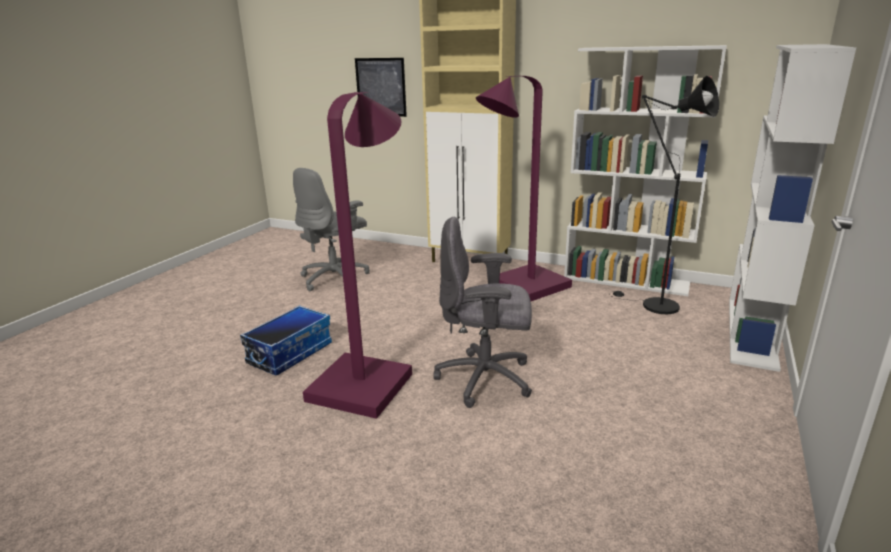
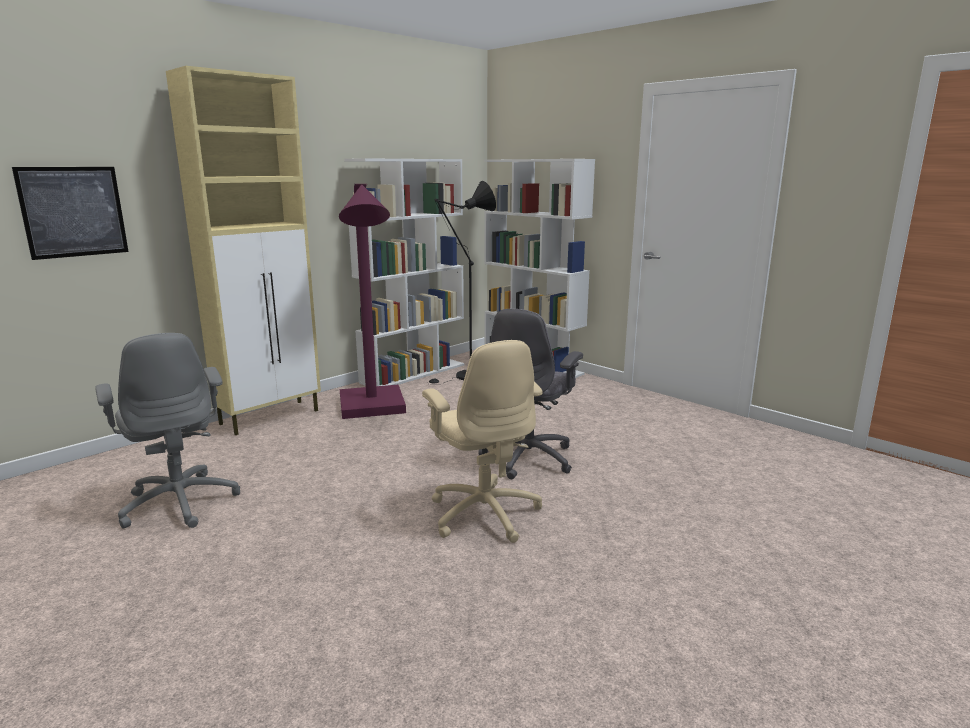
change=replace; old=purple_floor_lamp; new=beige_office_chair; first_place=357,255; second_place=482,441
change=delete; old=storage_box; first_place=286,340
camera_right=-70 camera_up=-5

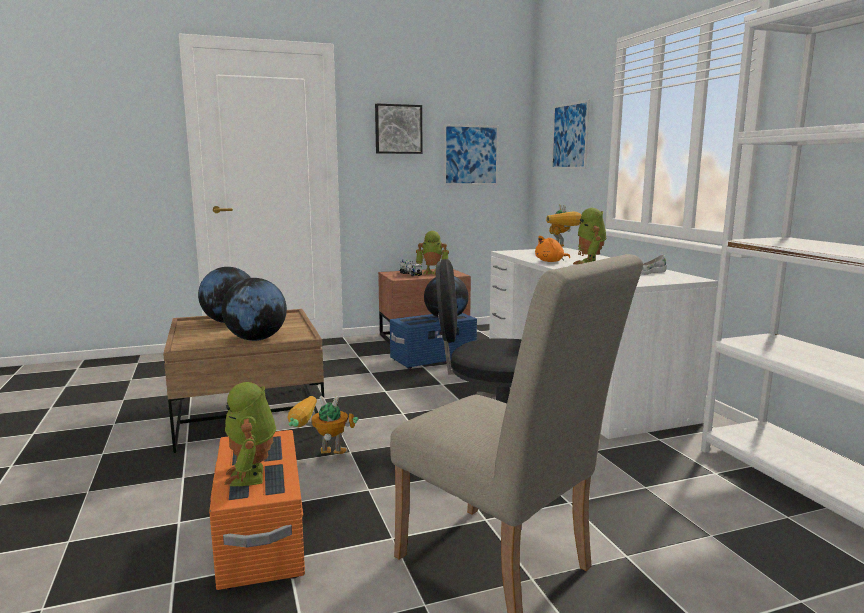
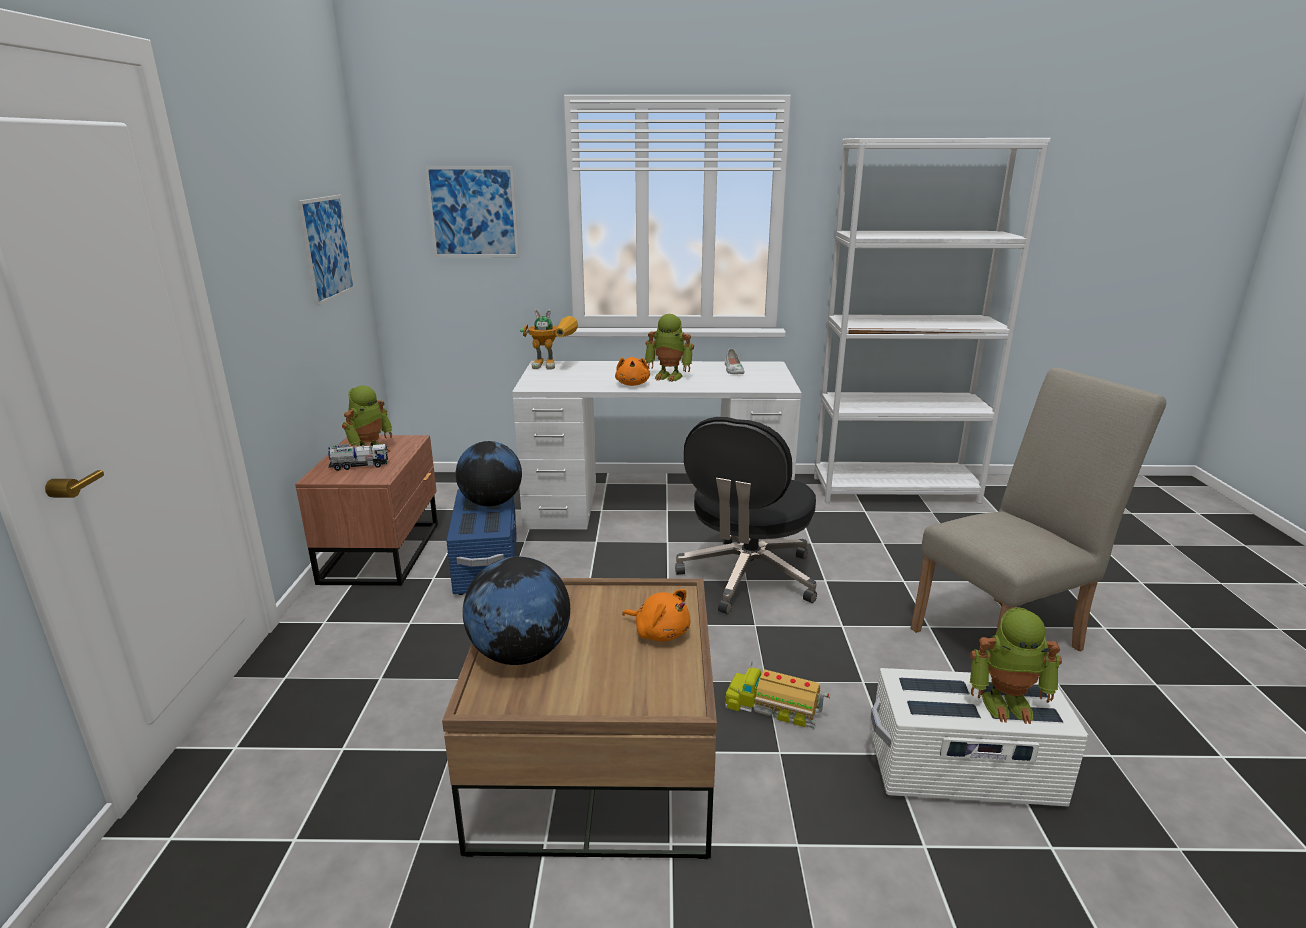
change=replace; old=globe; new=orange_plush_toy; first_place=254,309; second_place=656,615
change=replace; old=toy_robot; new=toy_truck; first_place=322,425; second_place=778,695
change=recolor; old=orange_storage_box; new=white_storage_box; first_place=257,510; second_place=980,737
change=delete; old=picture; first_place=398,128
camera_right=-70 camera_up=10

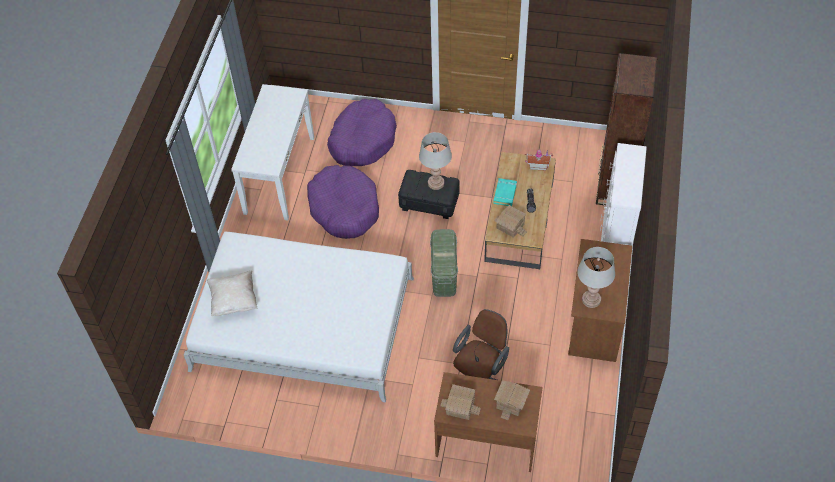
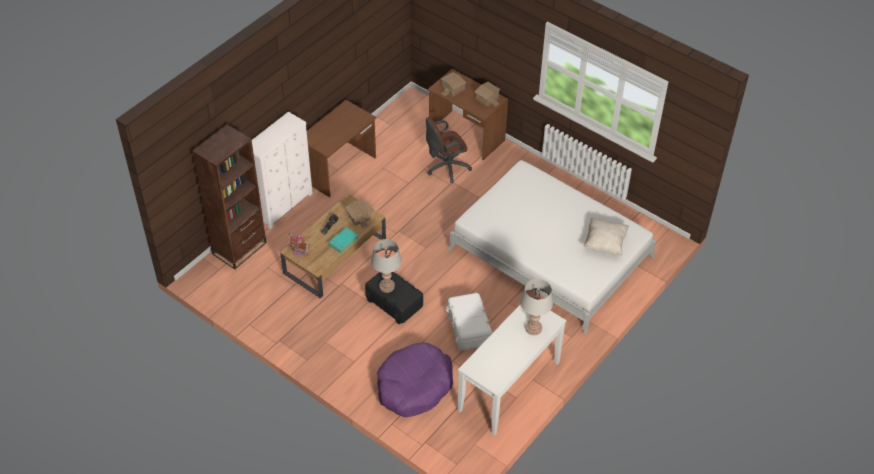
change=replace; old=purple_dog_bed; new=white_storage_box; first_place=343,202; second_place=469,321
change=move; old=grey_table_lamp; first_place=596,277; second_place=536,307
change=delete; old=green_storage_box; first_place=444,263
camera_right=-155 camera_up=-5

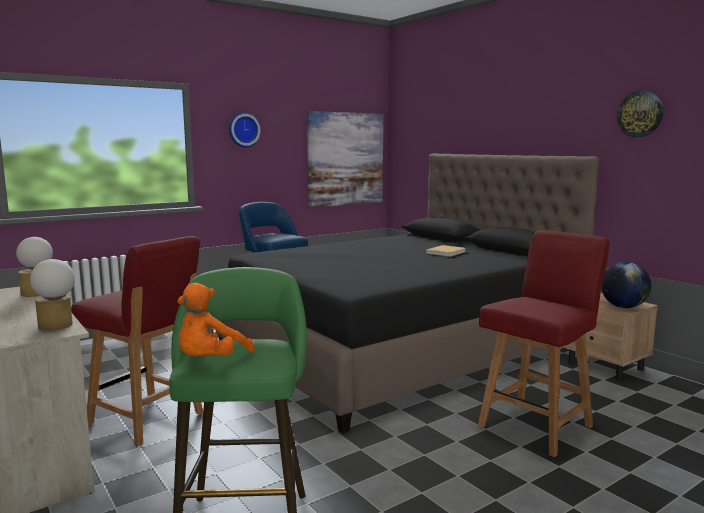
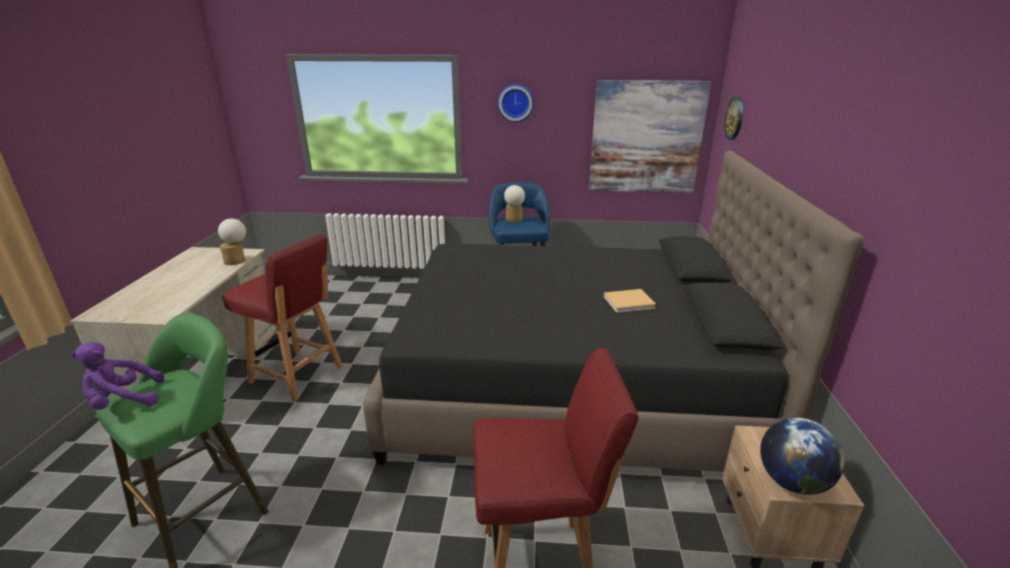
change=recolor; old=orange_plush_toy; new=purple_plush_toy; first_place=216,320; second_place=117,376
change=rotate; old=red_chair; first_place=137,341; second_place=282,318; degrees=-45
change=move; old=table_lamp; first_place=52,295; second_place=514,203
change=move; old=wall_clock; first_place=640,114; second_place=733,118
camera_right=40 camera_up=15

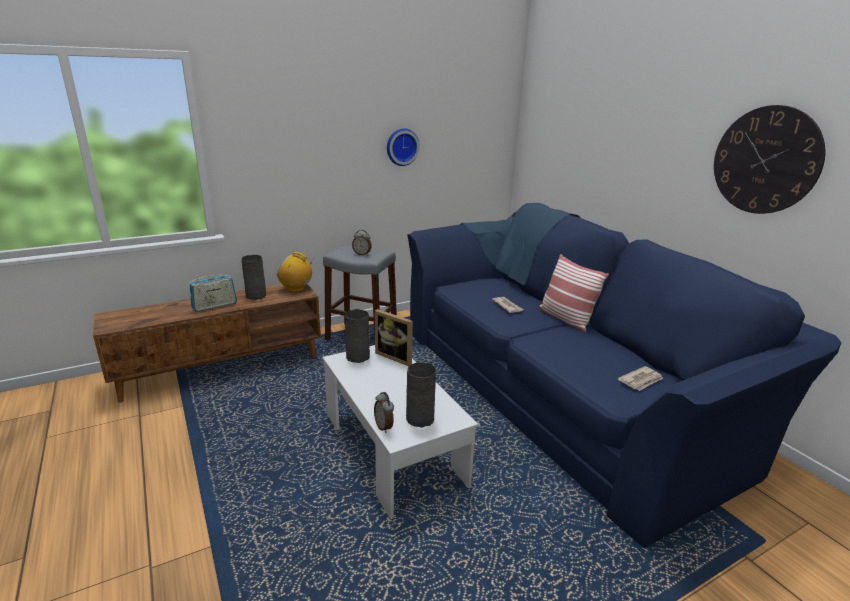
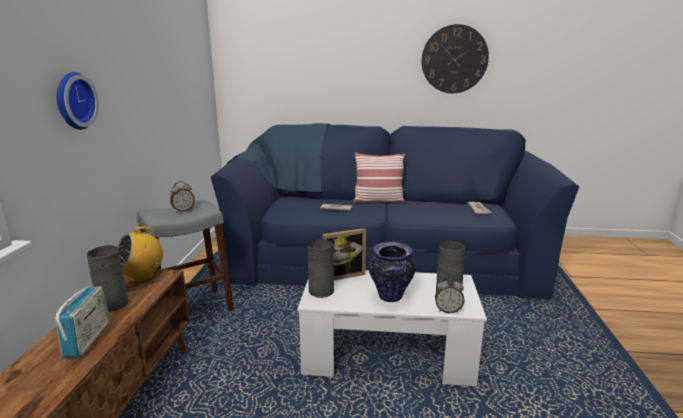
change=move; old=wall_clock; first_place=403,147; second_place=78,101
change=insert; new=vase; second_place=392,272
camera_right=-55 camera_up=-5

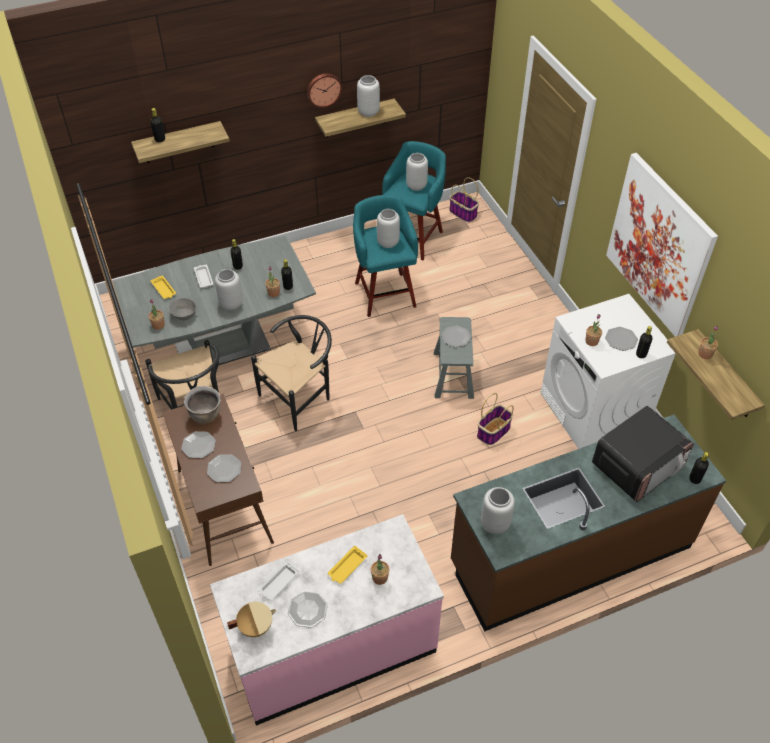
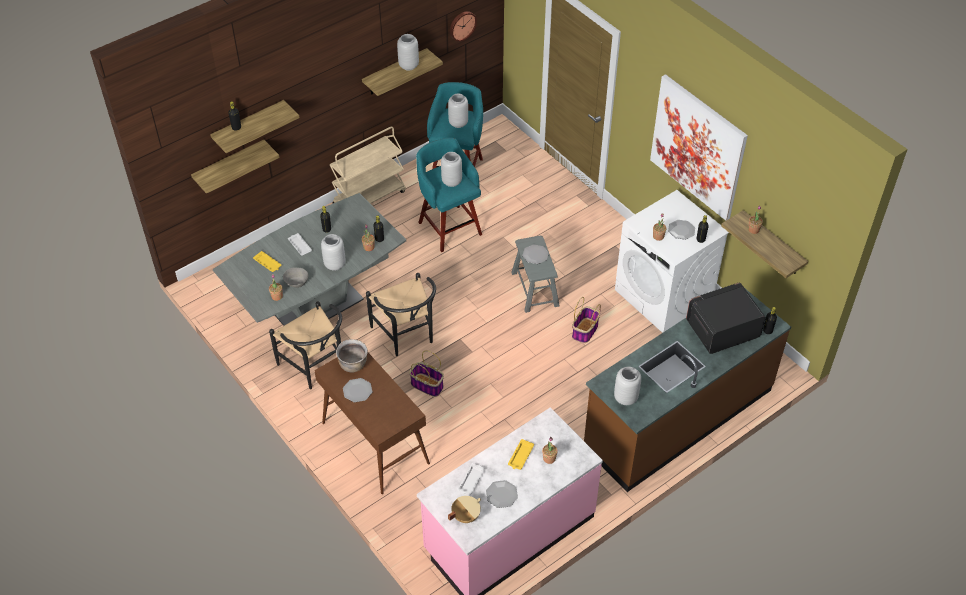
change=insert; new=shelf; second_place=235,167
change=insert; new=beige_cart; second_place=368,165
change=rotate; old=black_chair; first_place=291,373; second_place=401,314; degrees=120
change=move; old=basket; first_place=464,200; second_place=426,373
change=move; old=wall_clock; first_place=324,90; second_place=463,26
change=rotate; old=microwave; first_place=643,454; second_place=726,318; degrees=-150
change=delete; old=plate; first_place=224,468
camera_right=-15 camera_up=0

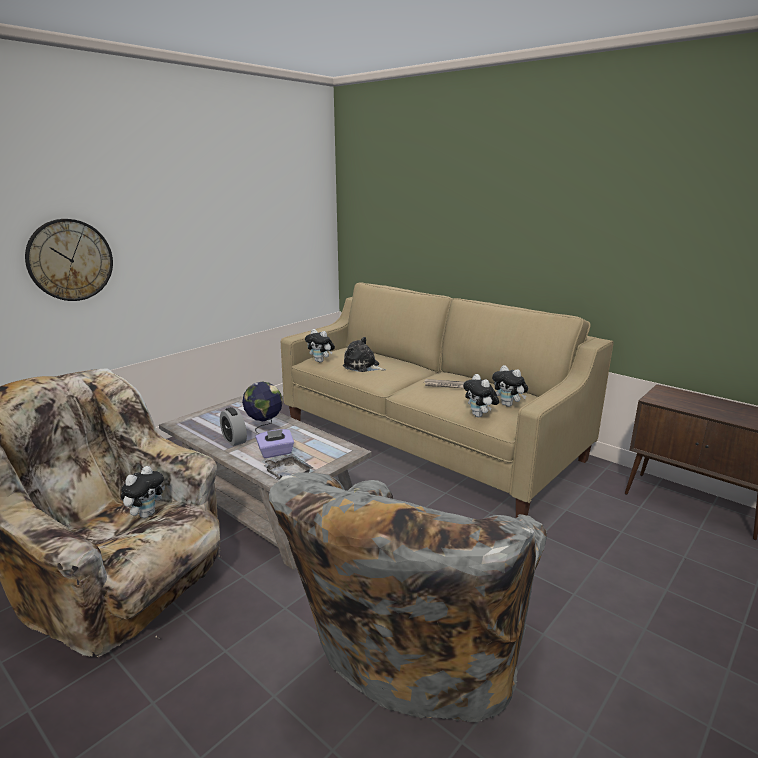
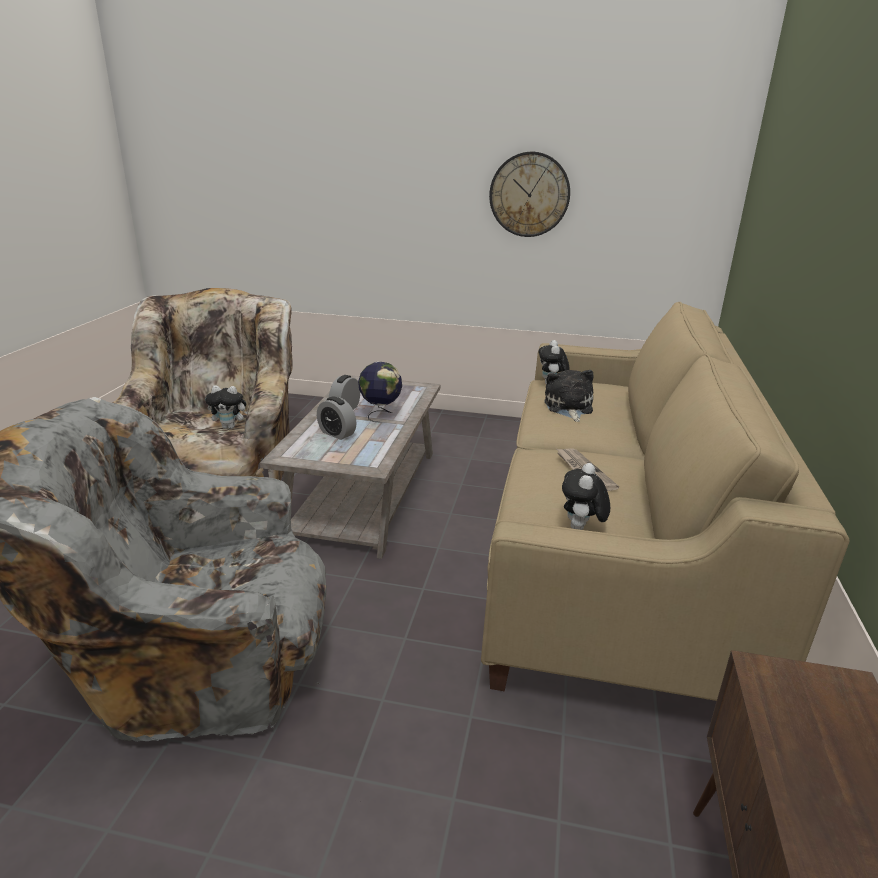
change=replace; old=purple_tissue_box; new=alarm_clock; first_place=275,443; second_place=337,418
change=move; old=wall_clock; first_place=69,260; second_place=529,194
change=delete; old=grey_tray; first_place=287,467
change=delete; old=plush_toy; first_place=481,395
camera_right=60 camera_up=5

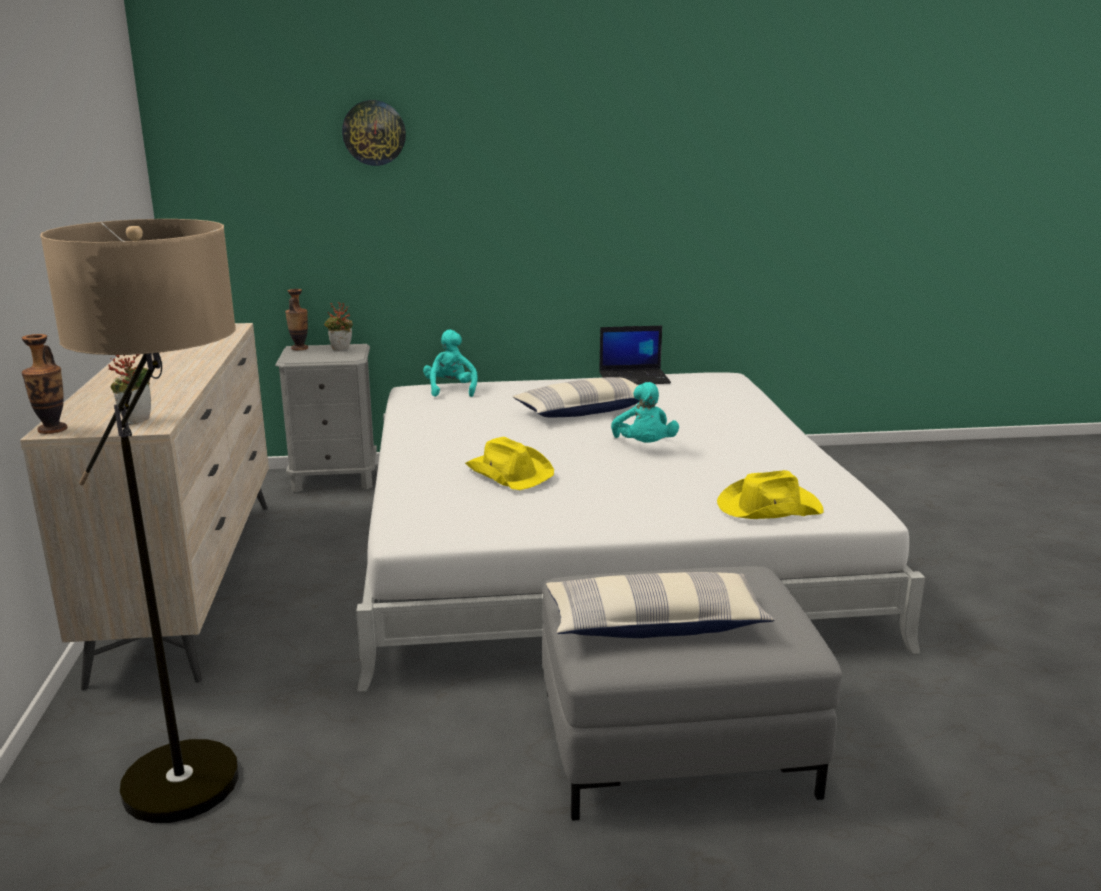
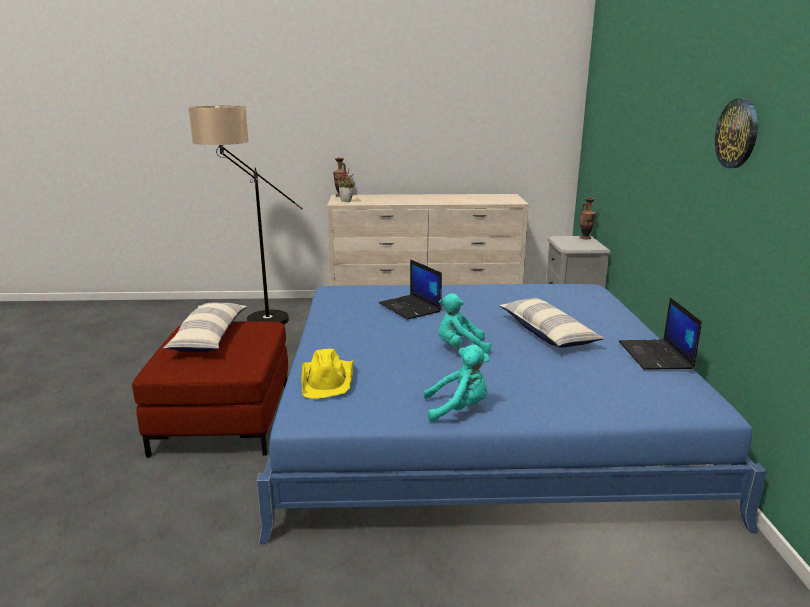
change=recolor; old=grey_ottoman; new=red_ottoman; first_place=692,693; second_place=210,389
change=recolor; old=white_bed; new=blue_bed; first_place=640,532; second_place=512,414
change=replace; old=yellow_hat; new=laptop; first_place=509,463; second_place=410,289
change=move; old=turquoise_plush_toy; first_place=450,363; second_place=456,383
change=move; old=wall_clock; first_place=374,133; second_place=736,133
change=delete; old=potted_plant; first_place=338,326
camera_right=95 camera_up=0

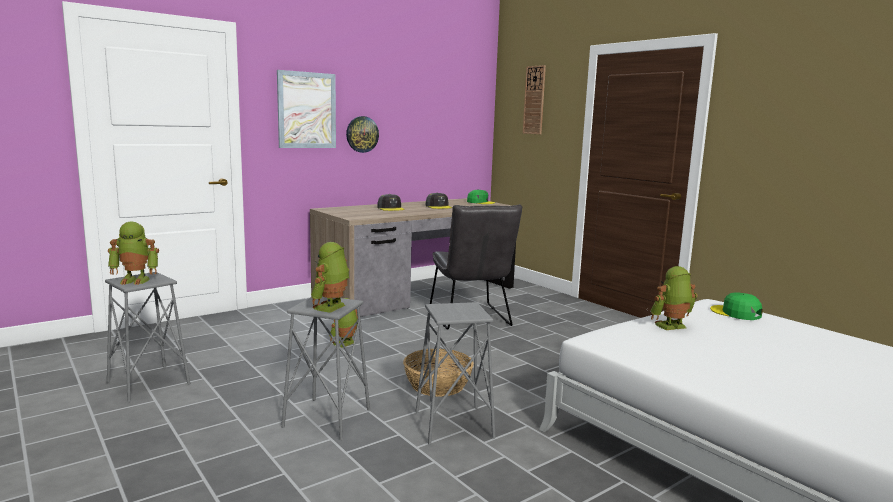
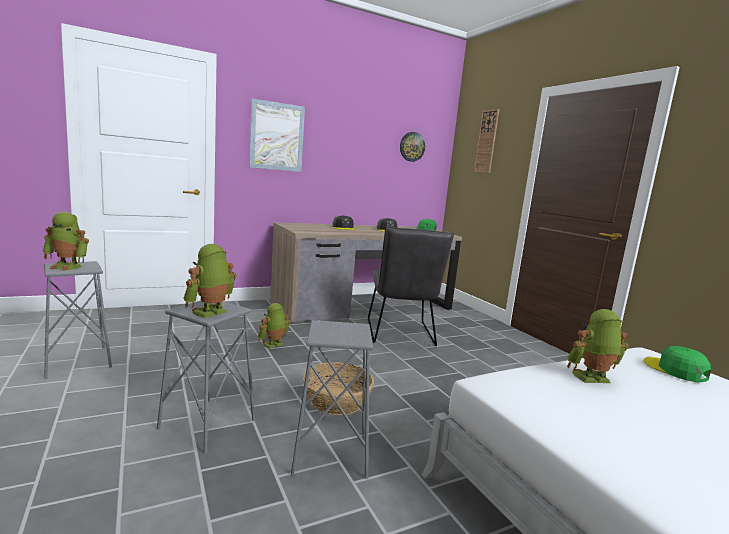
change=move; old=wall_clock; first_place=362,134; second_place=412,147
camera_right=10 camera_up=0

